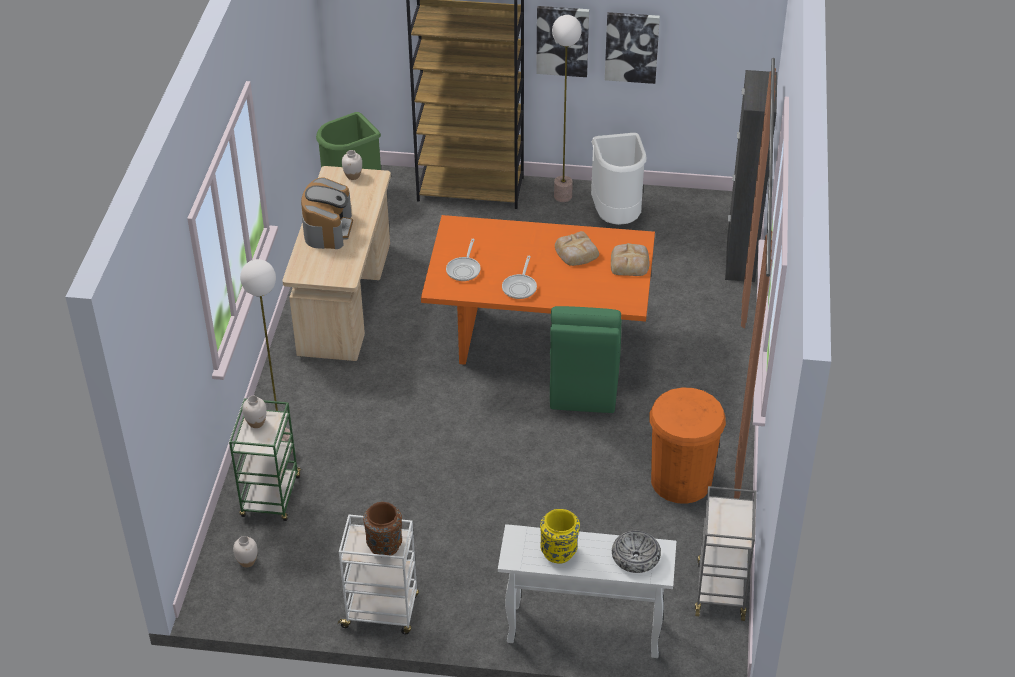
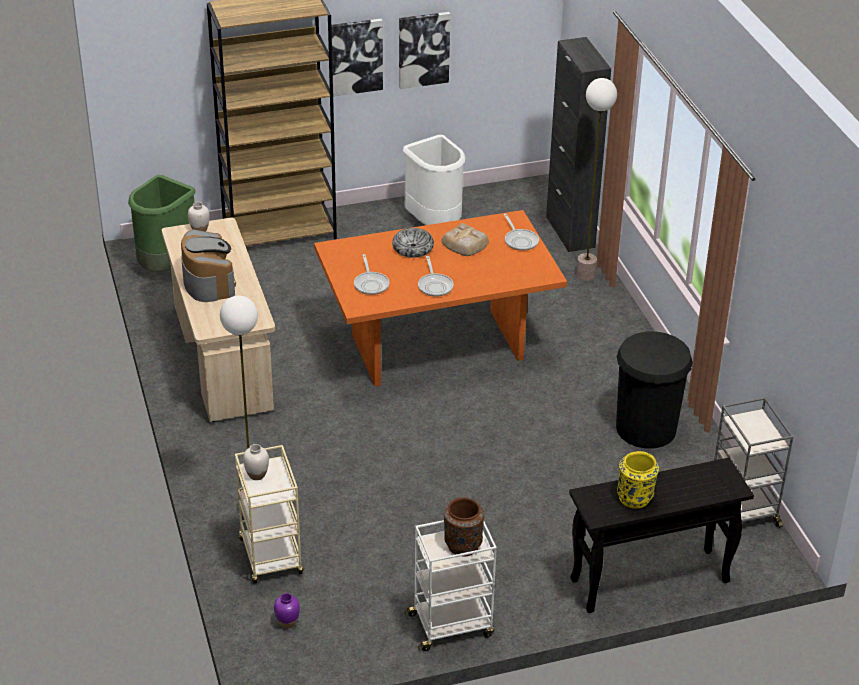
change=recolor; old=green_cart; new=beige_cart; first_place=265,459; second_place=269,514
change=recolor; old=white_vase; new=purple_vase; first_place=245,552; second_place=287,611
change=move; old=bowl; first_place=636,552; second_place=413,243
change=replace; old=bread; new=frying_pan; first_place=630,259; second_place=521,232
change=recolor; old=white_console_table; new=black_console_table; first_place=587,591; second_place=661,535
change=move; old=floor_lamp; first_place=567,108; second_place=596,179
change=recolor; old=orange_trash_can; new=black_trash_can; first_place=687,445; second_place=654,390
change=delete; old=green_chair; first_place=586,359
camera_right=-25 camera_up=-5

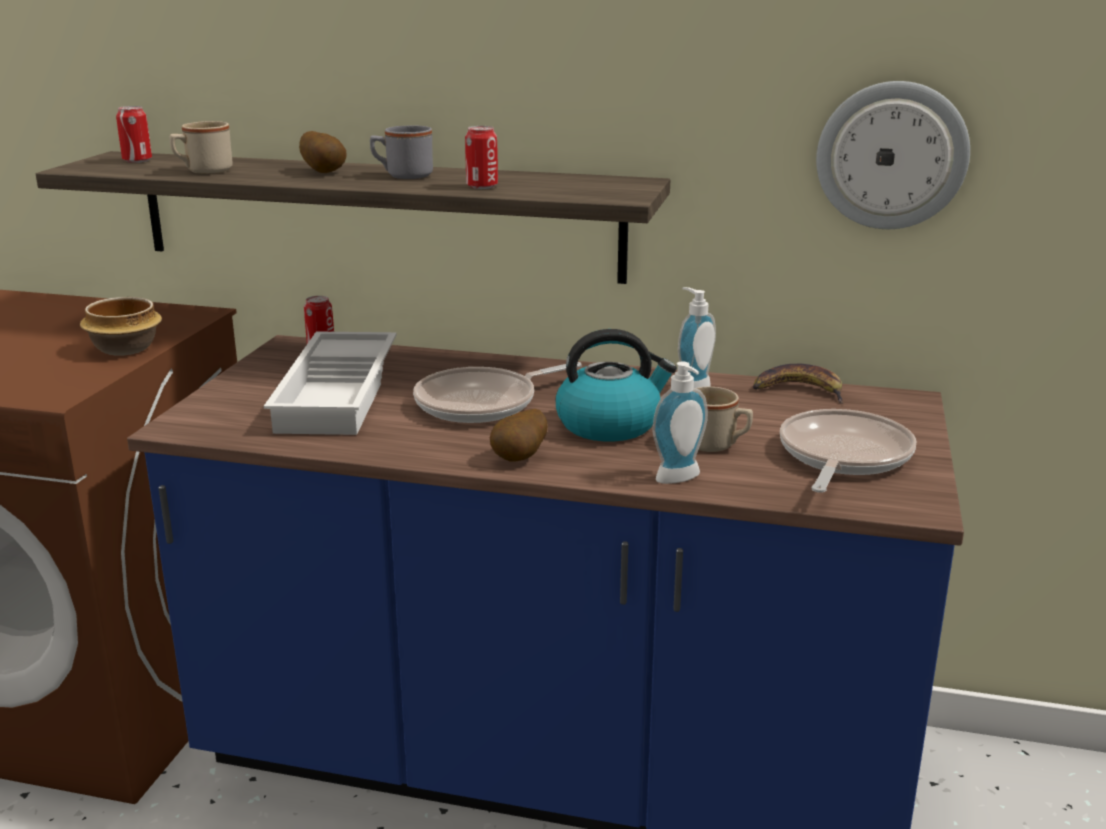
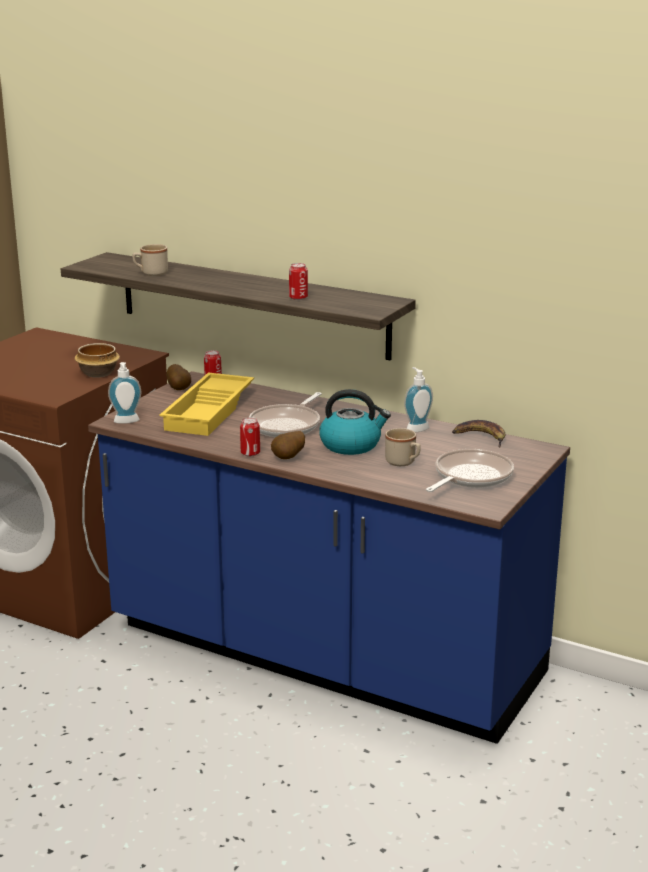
change=move; old=soap_dispenser; first_place=680,422; second_place=124,393
change=recolor; old=white_tray; new=yellow_tray; first_place=330,383; second_place=207,404
change=move; old=potato; first_place=323,152; second_place=178,377
change=move; old=can; first_place=134,134; second_place=250,436
change=rotate; old=frying_pan; first_place=497,392; second_place=285,414; degrees=-45
change=delete; old=grey_mug; first_place=401,152
change=delete; old=wall_clock; first_place=893,155
camera_right=15 camera_up=0

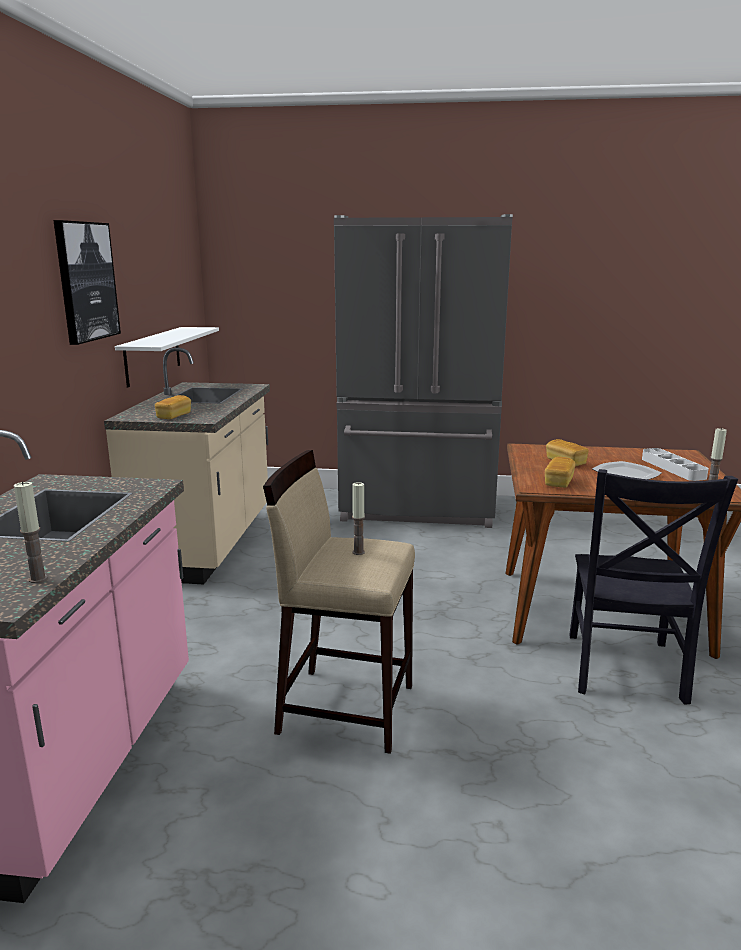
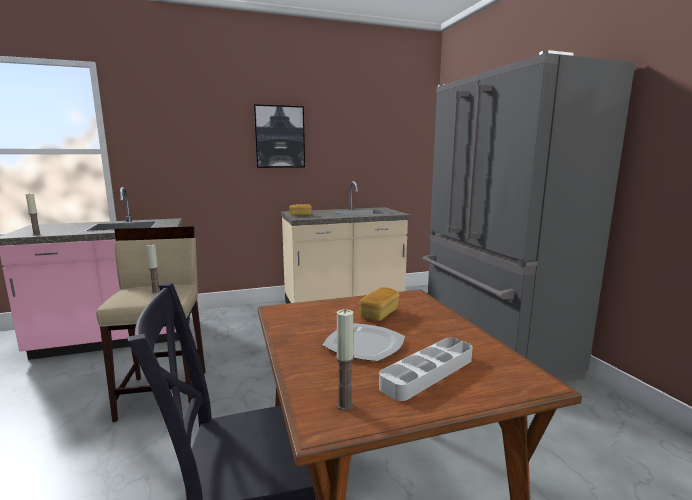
change=delete; old=white_shelf; first_place=167,357
change=delete; old=bread; first_place=560,472
camera_right=65 camera_up=-5

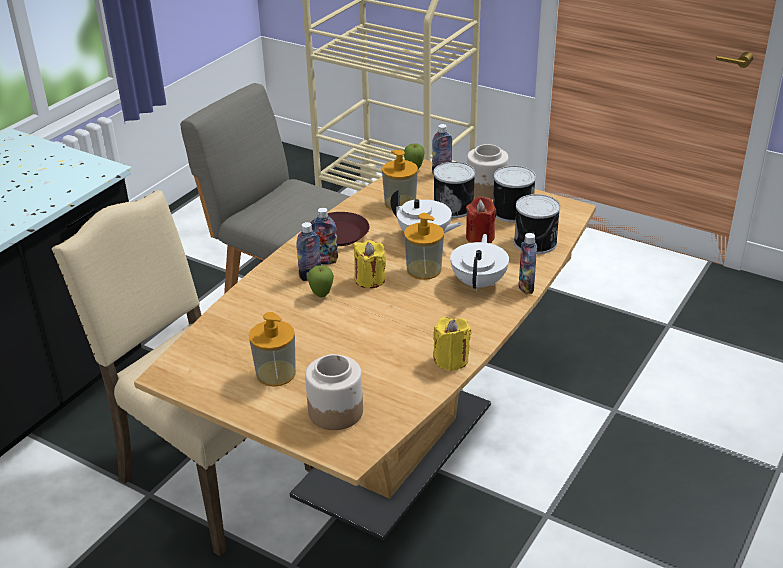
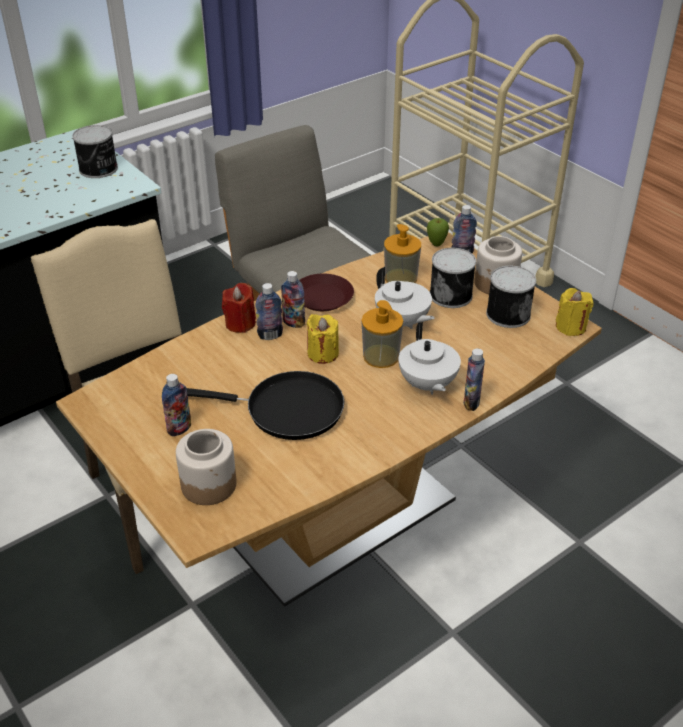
change=move; old=can; first_place=537,224; second_place=95,151
change=replace; old=soap_dispenser; new=bottle; first_place=272,349; second_place=176,405
change=insert; new=black_frying_pan; second_place=265,405
change=move; old=red_candle; first_place=481,219; second_place=239,308
change=rotate; old=white_teapot; first_place=479,262; second_place=430,358; degrees=135
change=move; old=yellow_candle; first_place=452,344; second_place=574,312
change=delete; old=apple; first_place=320,281
camera_right=20 camera_up=5

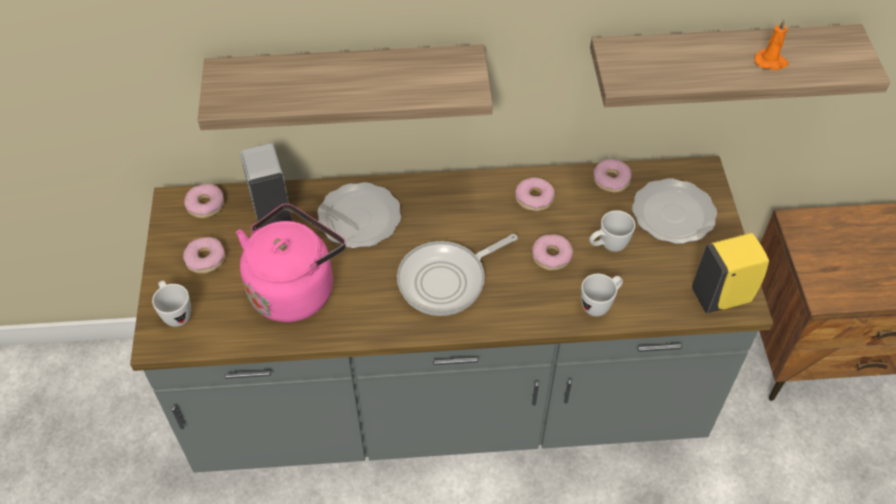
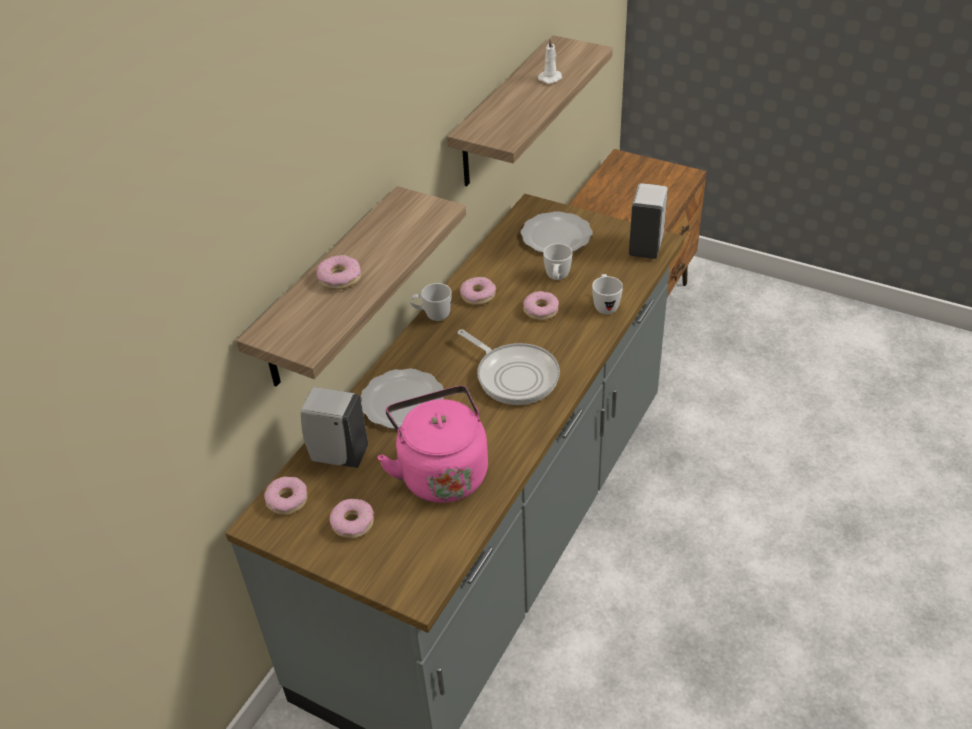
change=move; old=donut; first_place=612,176; second_place=339,272
change=move; old=white_mug; first_place=171,303; second_place=431,302
change=rotate; old=frying_pan; first_place=457,275; second_place=508,367; degrees=-45
change=recolor; old=orange_candle; new=white_candle; first_place=772,44; second_place=550,60
change=recolor; old=yellow_soap_dispenser; new=white_soap_dispenser; first_place=730,273; second_place=648,221
camera_right=-55 camera_up=-10

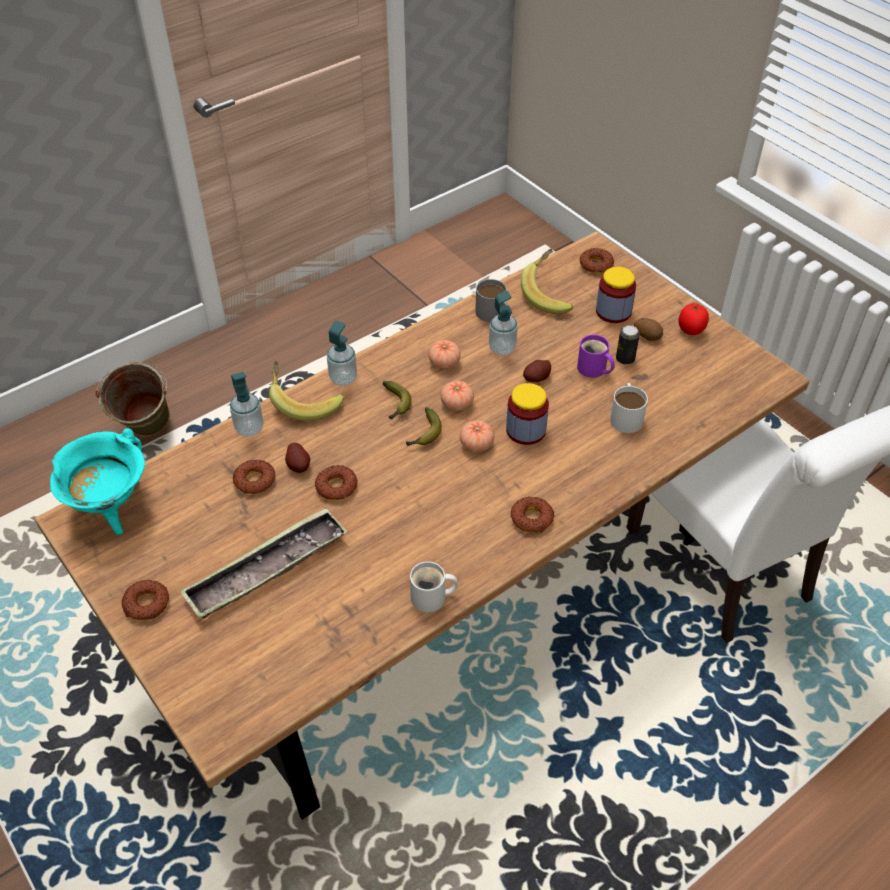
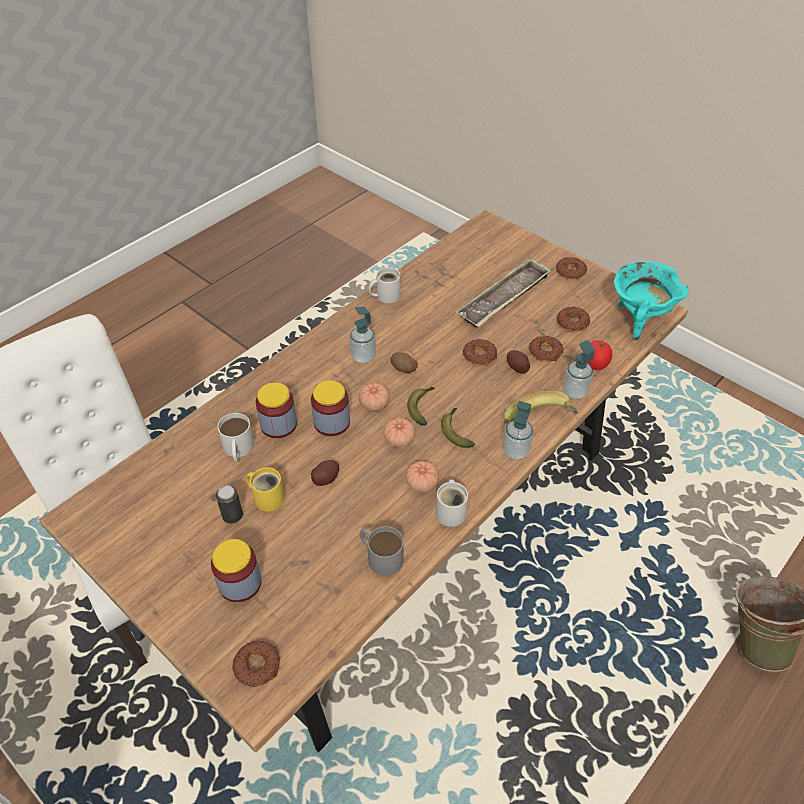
change=recolor; old=purple_mug; new=yellow_mug; first_place=596,356; second_place=265,489
change=insert; new=jar; second_place=276,410
change=move; old=soap_dispenser; first_place=503,323; second_place=363,335
change=move; old=potato; first_place=648,329; second_place=404,362
change=insert; new=white_mug; second_place=452,503
change=move; old=donut; first_place=532,515; second_place=573,319
change=move; old=tomato; first_place=693,319; second_place=599,355
change=delete; old=banana; first_place=547,281
camera_right=170 camera_up=0

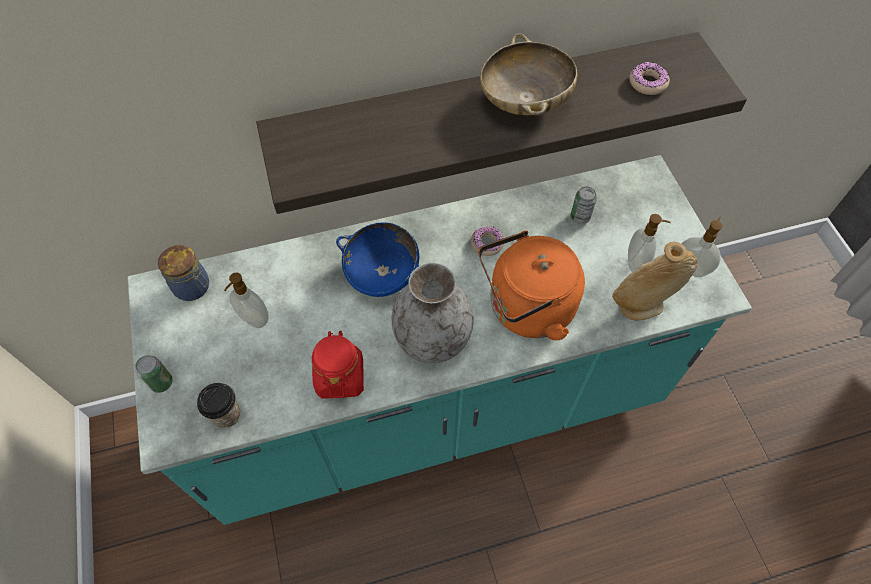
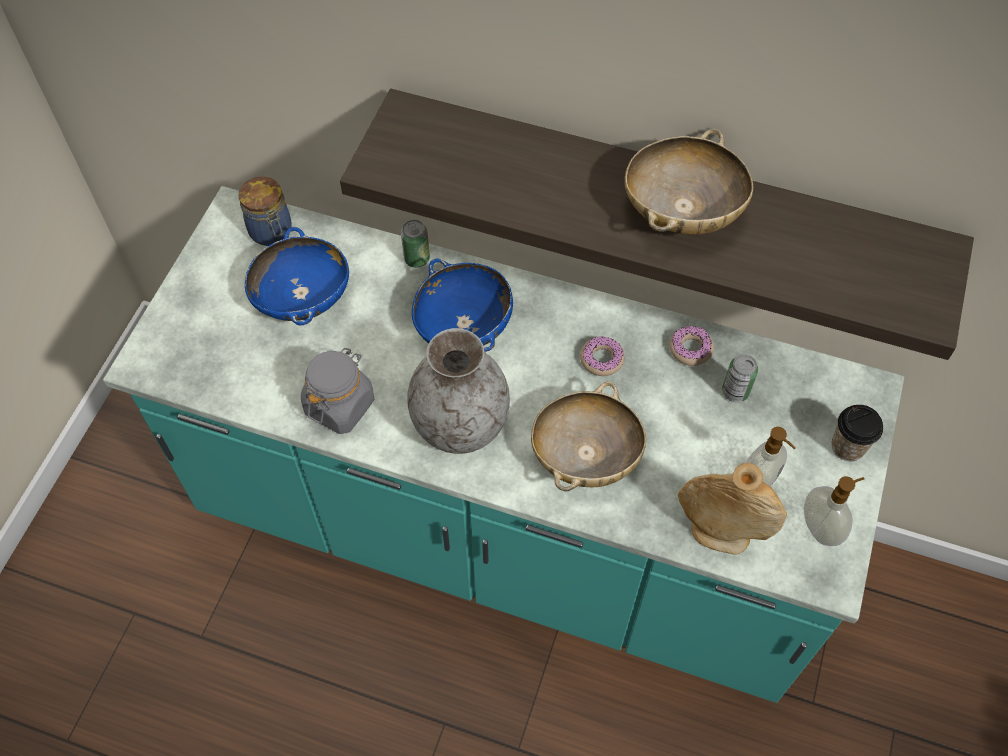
change=replace; old=soap_dispenser; new=blue_bowl; first_place=246,300; second_place=297,276
change=recolor; old=red_jar; new=grey_jar; first_place=338,365; second_place=337,391
change=move; old=can; first_place=154,374; second_place=415,244
change=replace; old=orange_kettle; new=beige_bowl; first_place=532,285; second_place=588,436
change=move; old=donut; first_place=649,78; second_place=692,346
change=move; old=cup; first_place=218,405; second_place=857,433
camera_right=35 camera_up=0

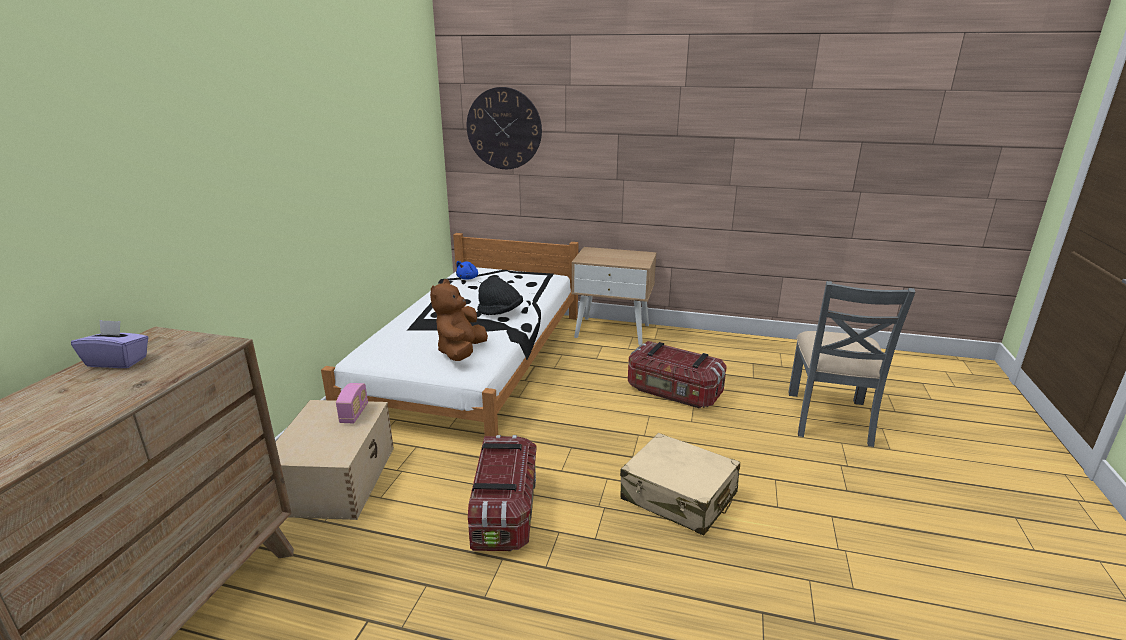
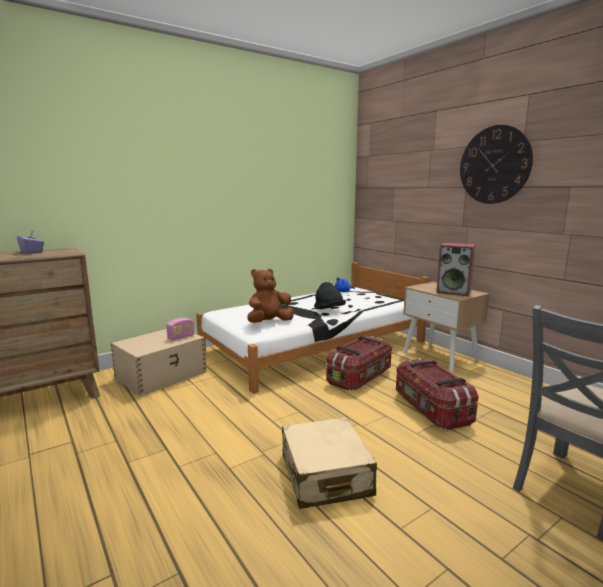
change=move; old=storage_box; first_place=502,493; second_place=359,362
change=insert; new=speaker; second_place=455,269
change=move; old=wall_clock; first_place=504,128; second_place=496,164
camera_right=40 camera_up=-10

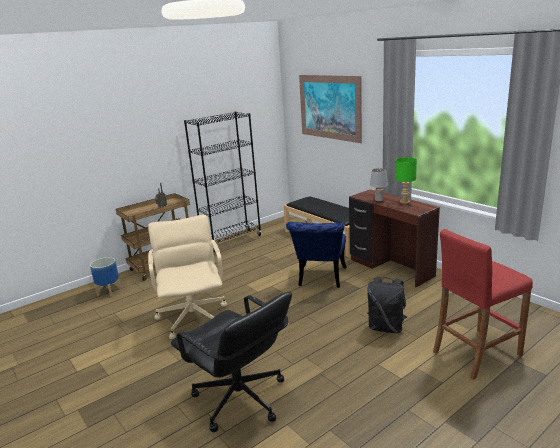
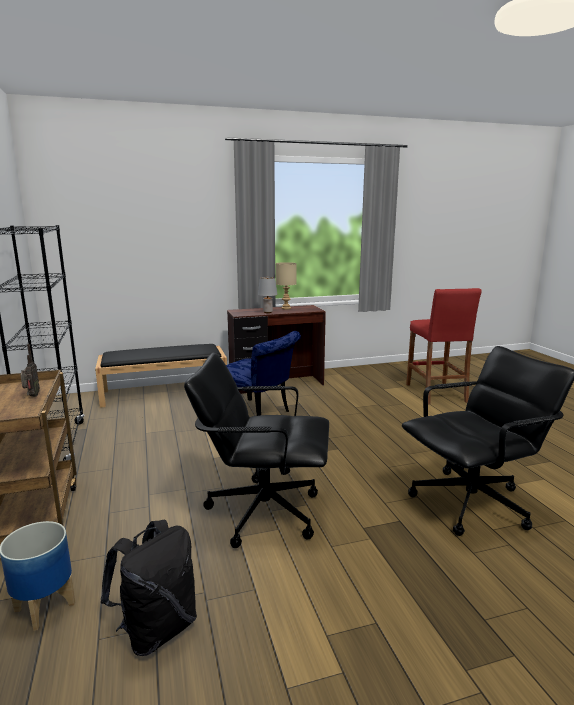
change=move; old=black_backpack; first_place=387,305; second_place=149,587
change=recolor; old=beige_office_chair; new=black_office_chair; first_place=187,277; second_place=256,450
change=recolor; old=green_table_lamp; new=beige_table_lamp; first_place=406,180; second_place=286,285
change=delete; old=picture; first_place=330,109
camera_right=-70 camera_up=-5

